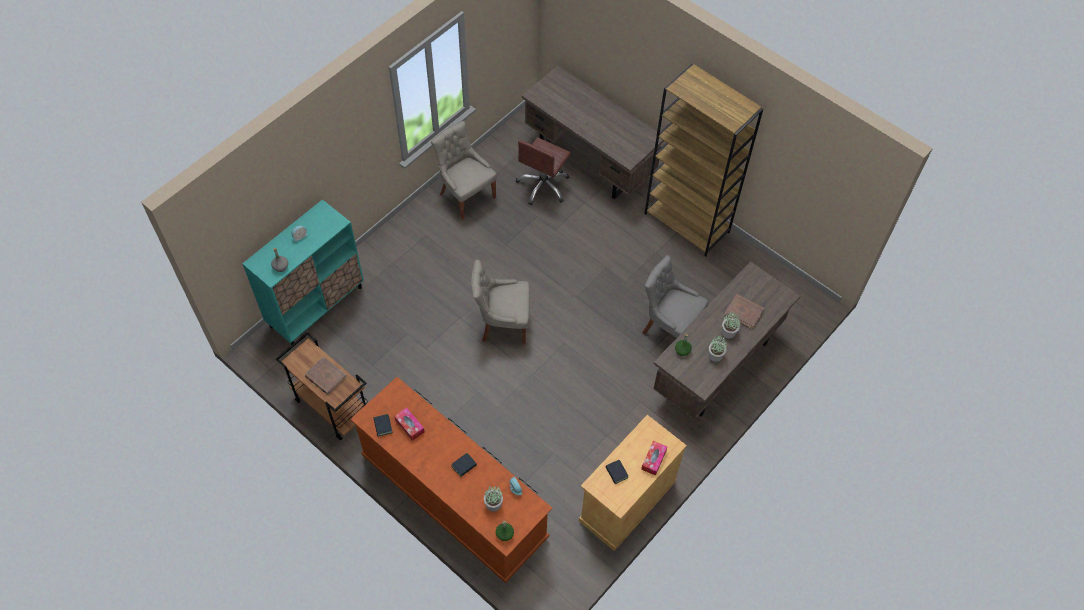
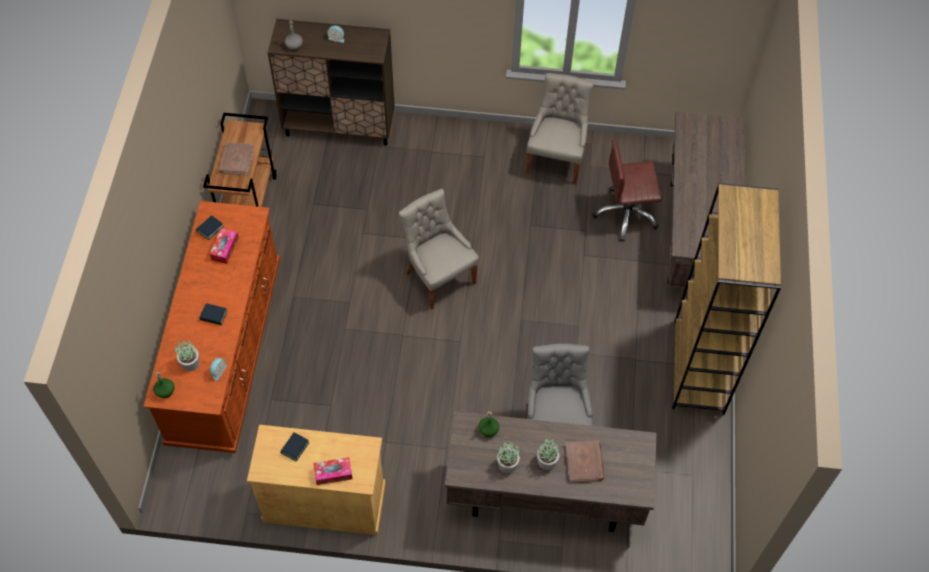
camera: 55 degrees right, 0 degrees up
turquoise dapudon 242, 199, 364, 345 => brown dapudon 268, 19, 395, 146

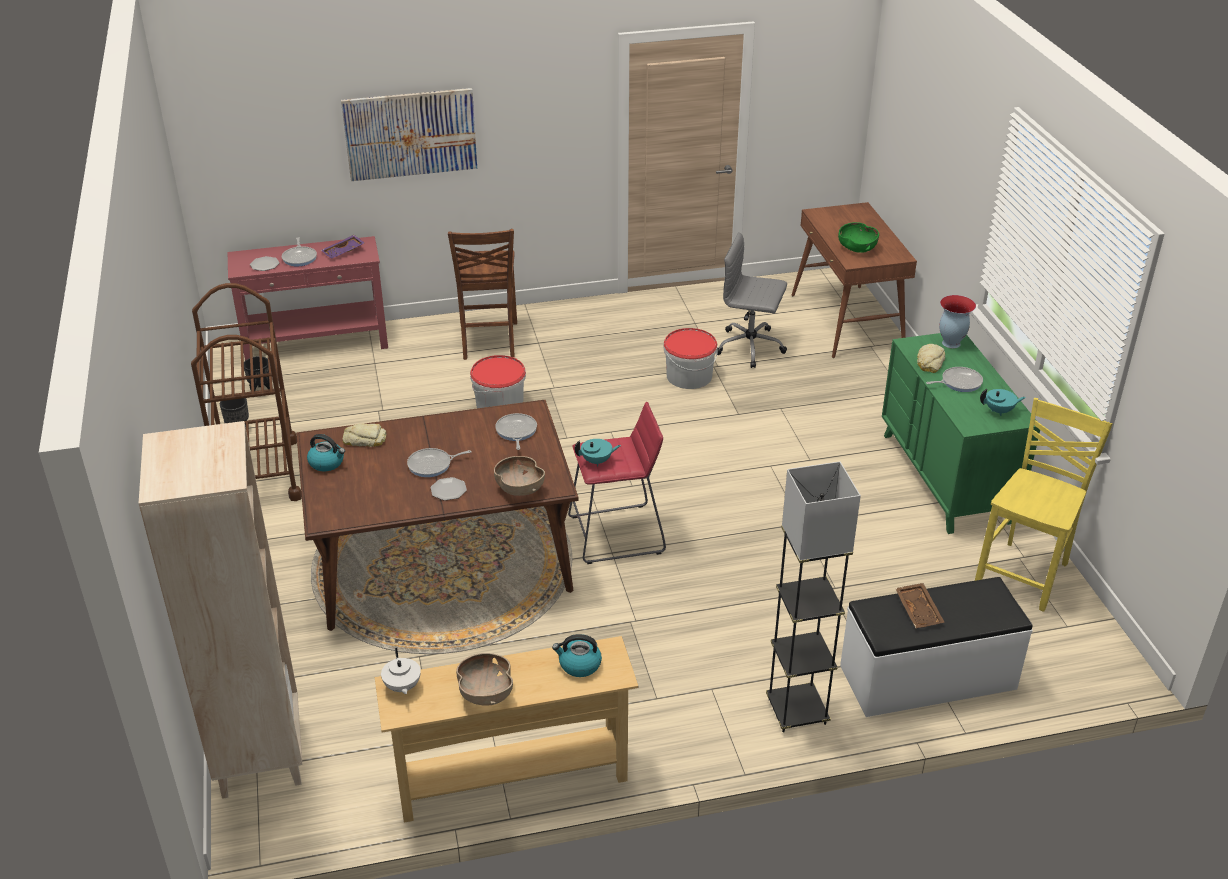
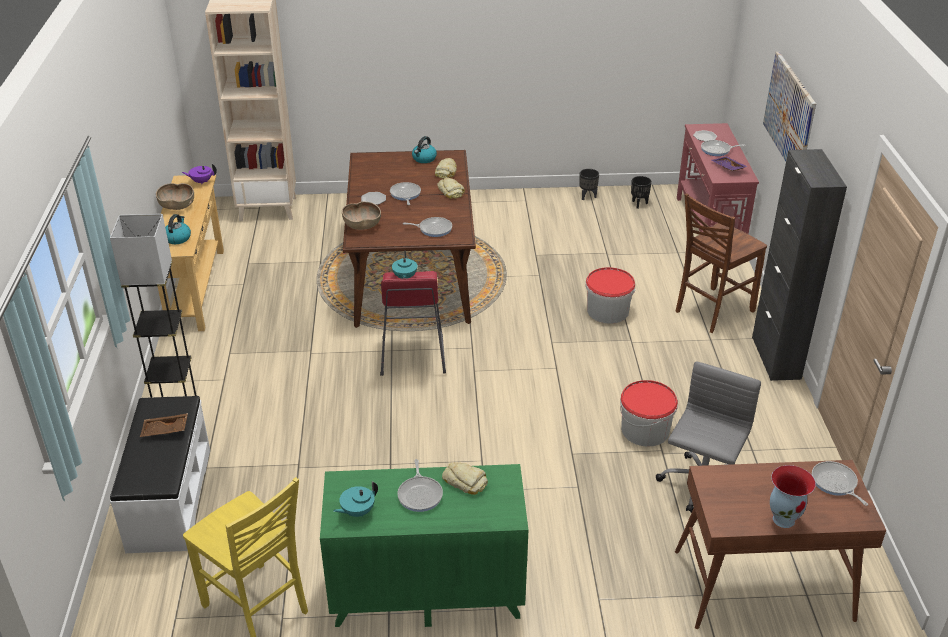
camera: 100 degrees right, 0 degrees up
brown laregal 191, 283, 302, 501 => nothing
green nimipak 838, 222, 879, 253 => nothing
nothing => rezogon 437, 177, 465, 199
nothing => black dapudon 752, 149, 847, 381
nothing => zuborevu 812, 461, 868, 506
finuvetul 939, 295, 976, 348 => finuvetul 770, 465, 816, 528, shifted
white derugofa 381, 647, 421, 694 => purple derugofa 182, 164, 217, 185
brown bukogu 448, 229, 517, 360 => brown bukogu 676, 193, 767, 333, 45 degrees counterclockwise
turquoise derugofa 980, 389, 1026, 416 => turquoise derugofa 333, 482, 378, 517, 45 degrees clockwise

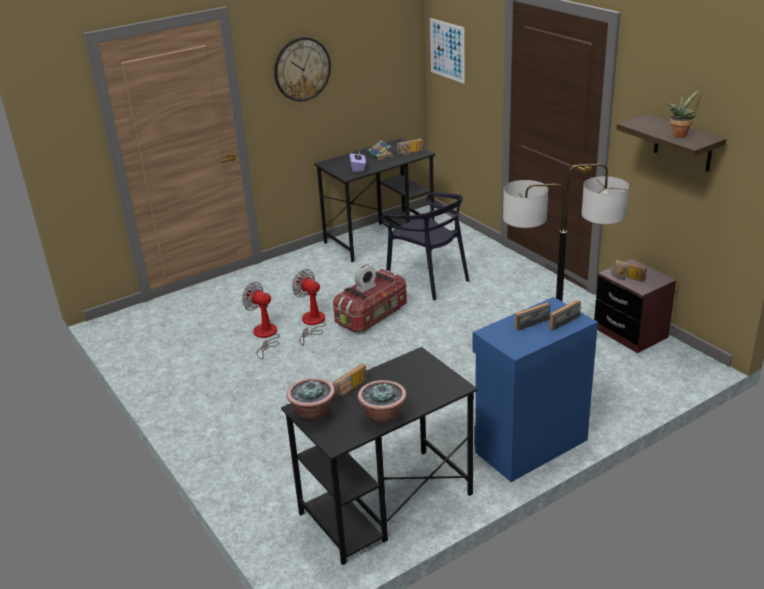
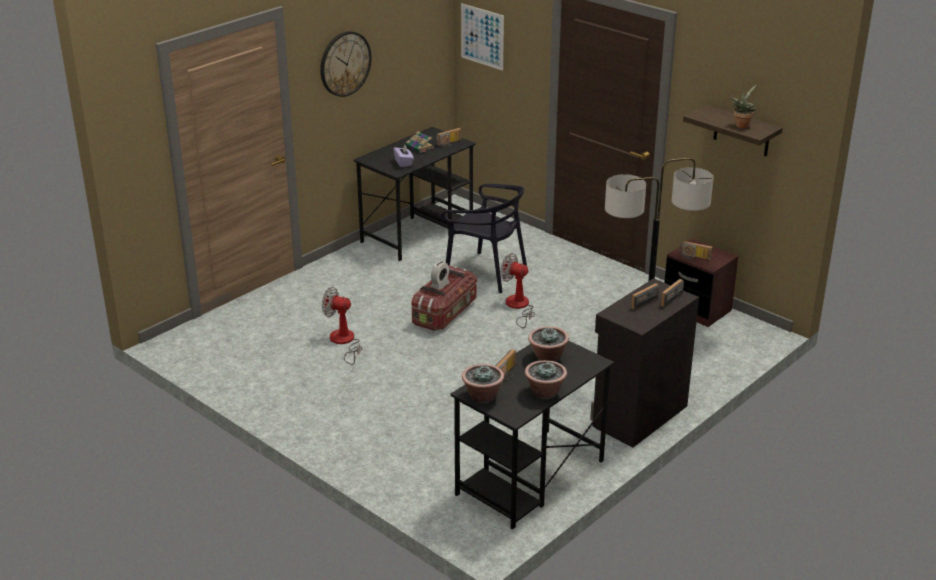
camera: 15 degrees left, 0 degrees up
nothing => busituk 528, 326, 569, 362
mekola 292, 269, 326, 346 => mekola 501, 253, 535, 328, shifted
blue dapudon 473, 297, 598, 482 => black dapudon 590, 278, 699, 447

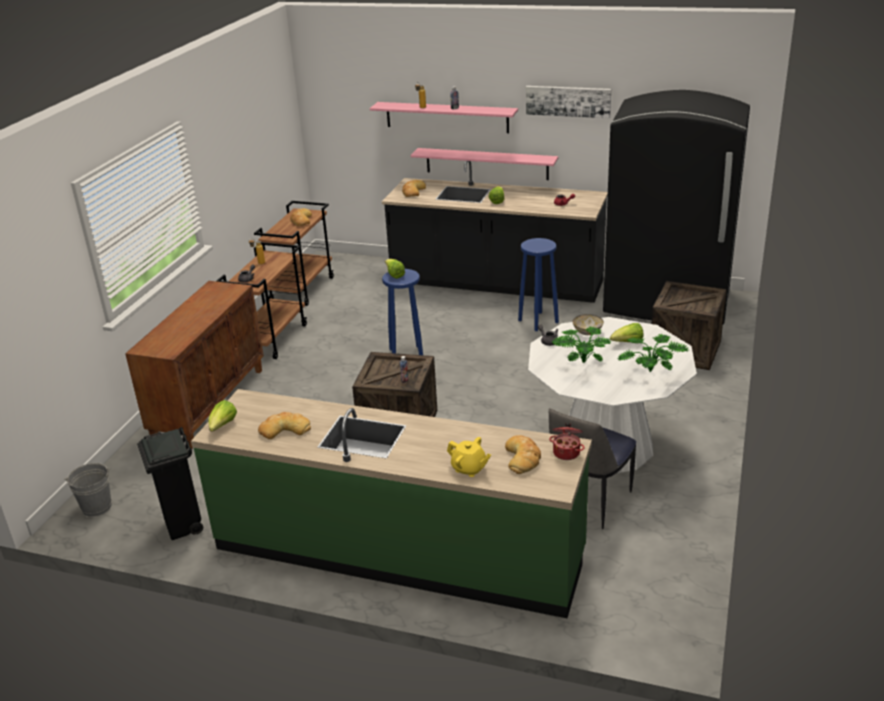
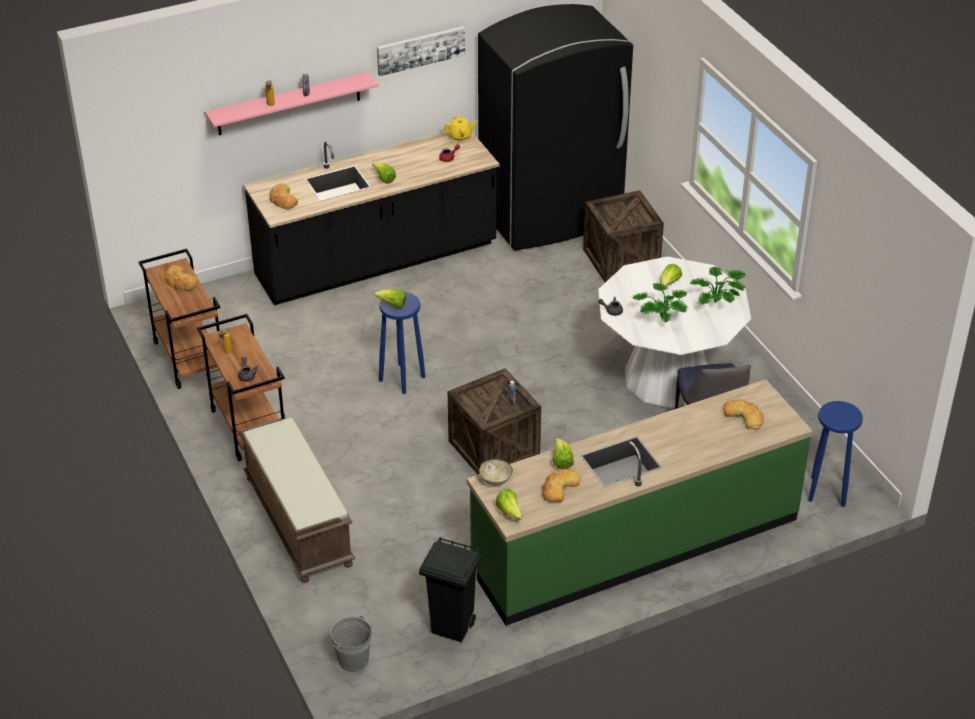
camera: 45 degrees left, 10 degrees up
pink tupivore 411, 148, 558, 180 => nothing
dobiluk 549, 423, 585, 460 => nothing
nothing => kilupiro 553, 438, 574, 469
yellow derugofa 447, 437, 491, 477 => yellow derugofa 444, 115, 477, 142, shifted
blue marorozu 518, 238, 559, 331 => blue marorozu 808, 401, 863, 507, shifted
nimipak 572, 314, 604, 335 => nimipak 479, 459, 513, 486, shifted
brown dapudon 125, 281, 264, 449 => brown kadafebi 239, 417, 355, 582

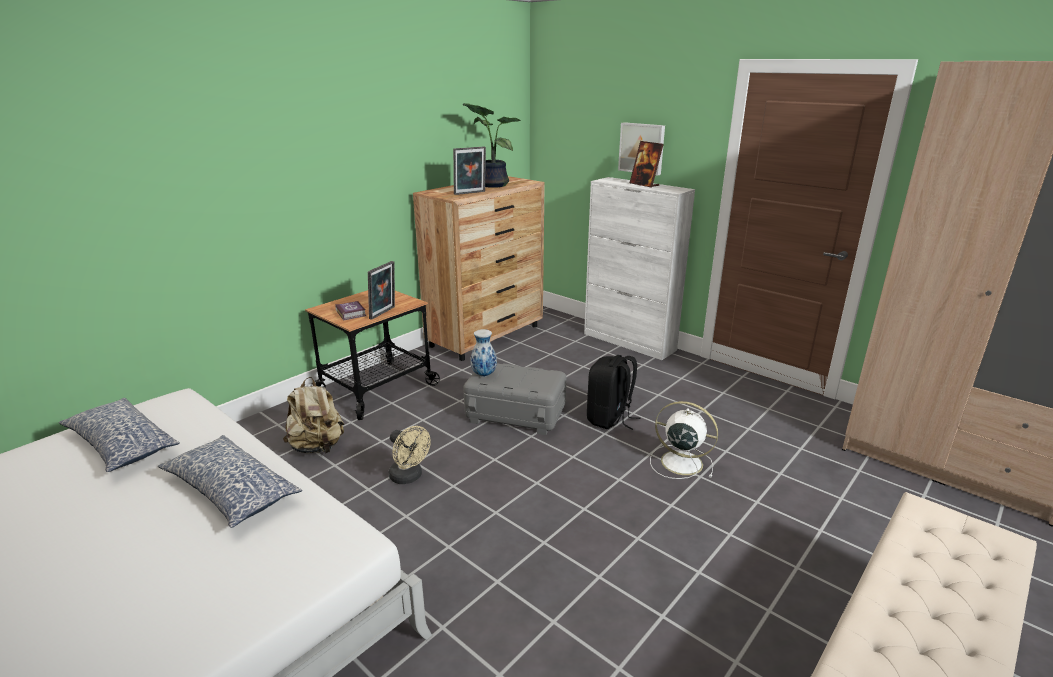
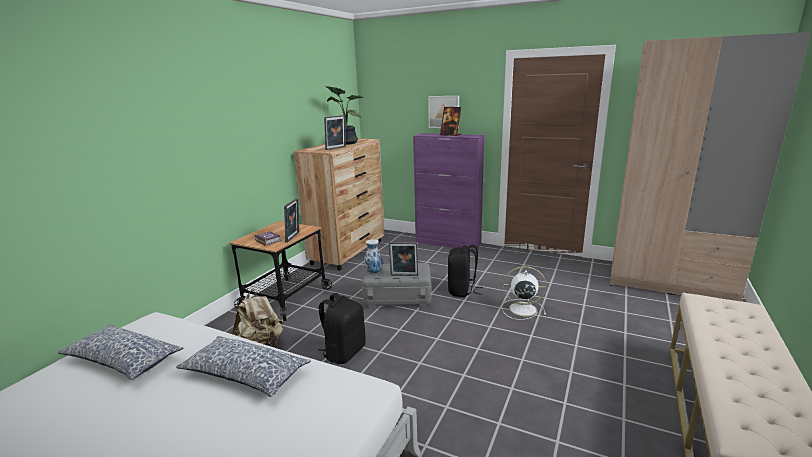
camera: 15 degrees left, 5 degrees down
nothing => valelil 389, 242, 418, 276
beige mekola 389, 426, 431, 484 => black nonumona 318, 293, 366, 364
white dapudon 584, 177, 695, 360 => purple dapudon 413, 133, 484, 251

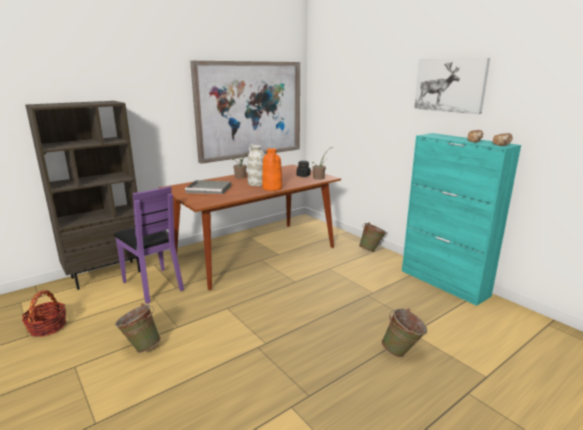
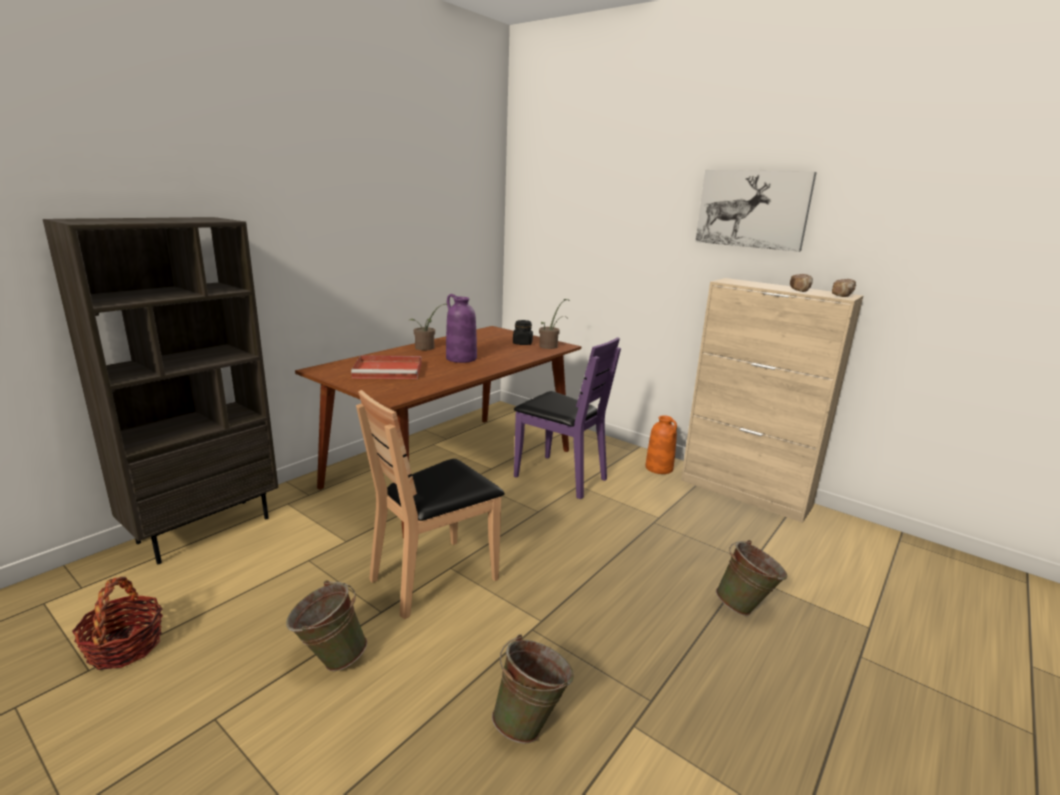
camera: 15 degrees left, 0 degrees up
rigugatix 190, 61, 300, 164 => nothing
nothing => brown bukogu 356, 390, 505, 619
purple bukogu 114, 186, 184, 304 => purple bukogu 514, 337, 621, 499, shifted
orange finuvetul 262, 148, 282, 191 => orange finuvetul 645, 415, 677, 474, shifted
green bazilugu 359, 222, 386, 252 => green bazilugu 492, 634, 574, 744, shifted
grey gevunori 185, 180, 231, 195 => red gevunori 351, 355, 422, 379
white finuvetul 248, 144, 265, 186 => purple finuvetul 446, 294, 477, 363
turquoise dapudon 402, 133, 521, 306 => beige dapudon 681, 278, 863, 523

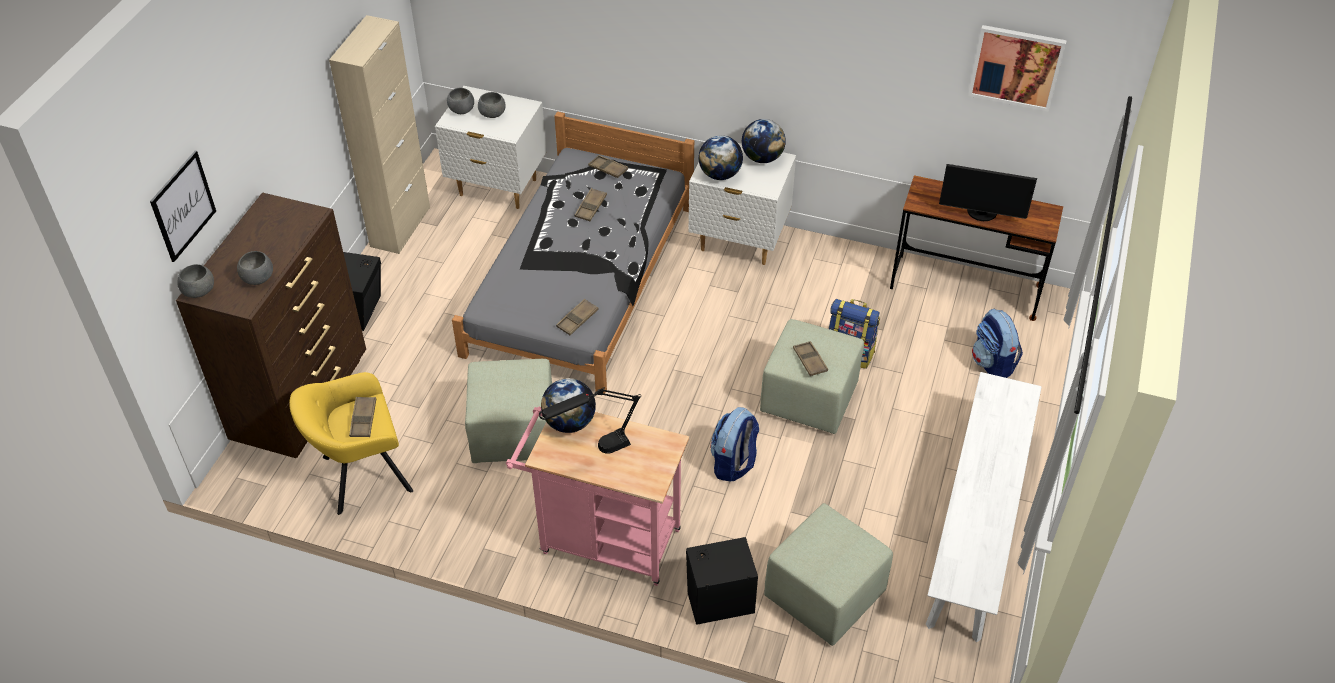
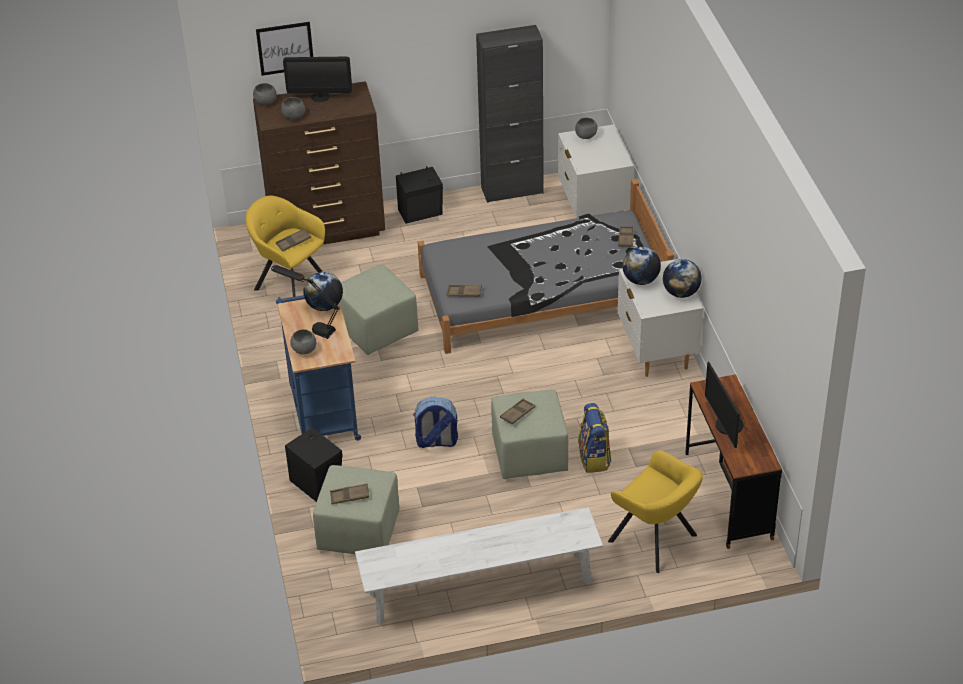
camera: 60 degrees right, 5 degrees down
rigugatix 968, 25, 1067, 112 => nothing
nothing => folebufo 283, 57, 352, 102
grey nimipak 478, 92, 506, 118 => grey nimipak 290, 329, 316, 355, shifted
brown gevunori 575, 188, 607, 221 => brown gevunori 330, 483, 369, 504, shifted
nonumona 972, 308, 1023, 378 => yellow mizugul 608, 451, 703, 573
beige dapudon 329, 15, 430, 254 => black dapudon 476, 25, 544, 203
pink laregal 506, 407, 689, 586 => blue laregal 276, 295, 361, 441

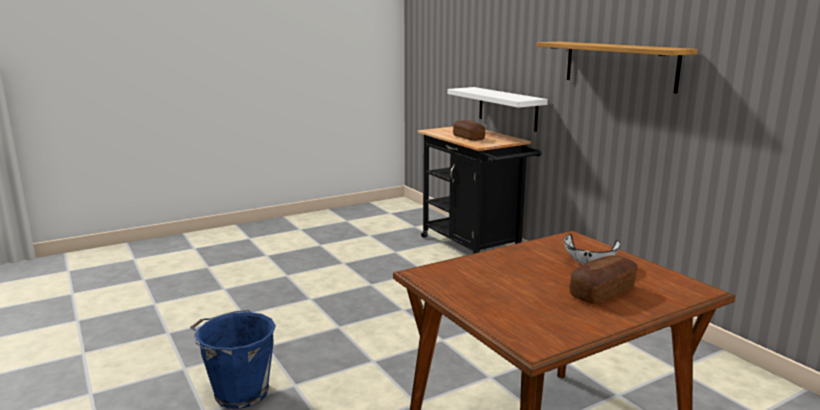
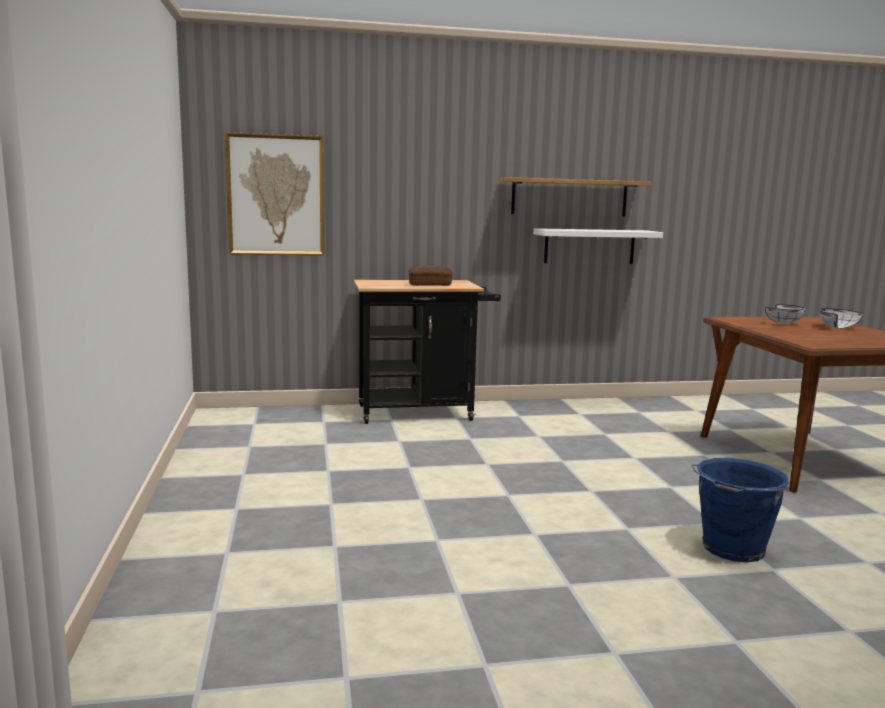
camera: 70 degrees left, 5 degrees down
nothing => rigugatix 225, 132, 324, 256
white tupivore 447, 87, 548, 132 => white tupivore 533, 228, 663, 264, shifted
rezogon 570, 255, 638, 304 => white nimipak 818, 308, 863, 329

